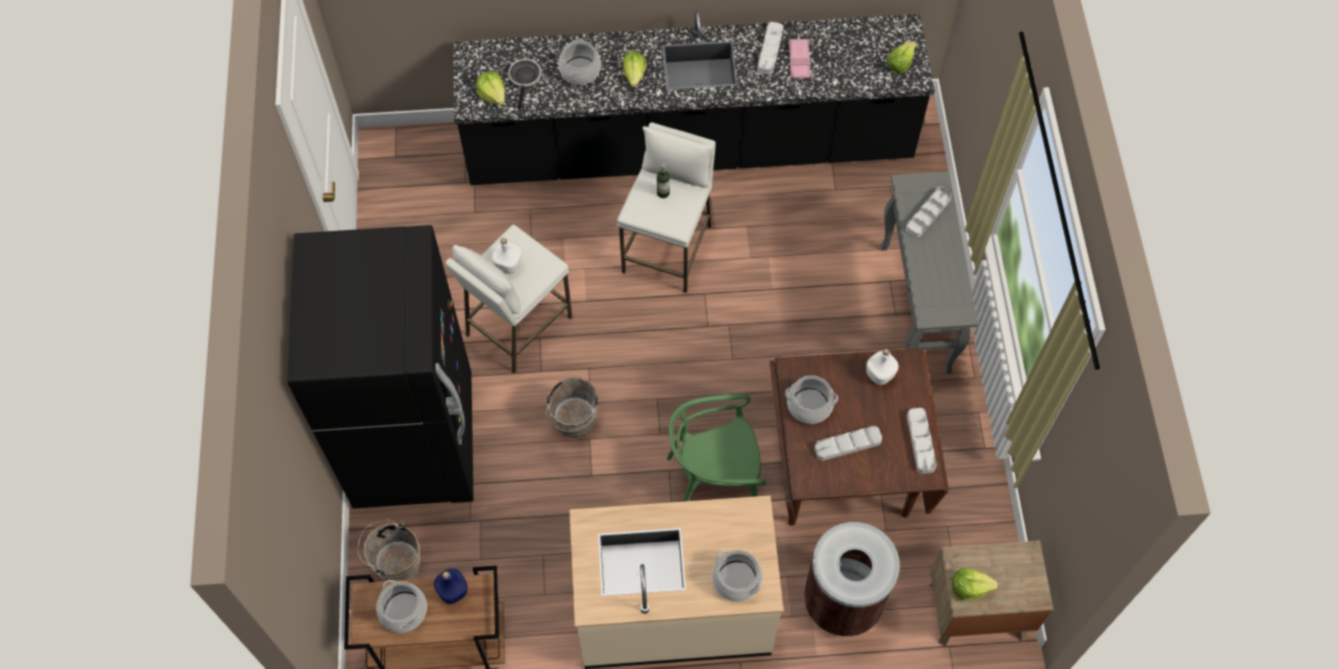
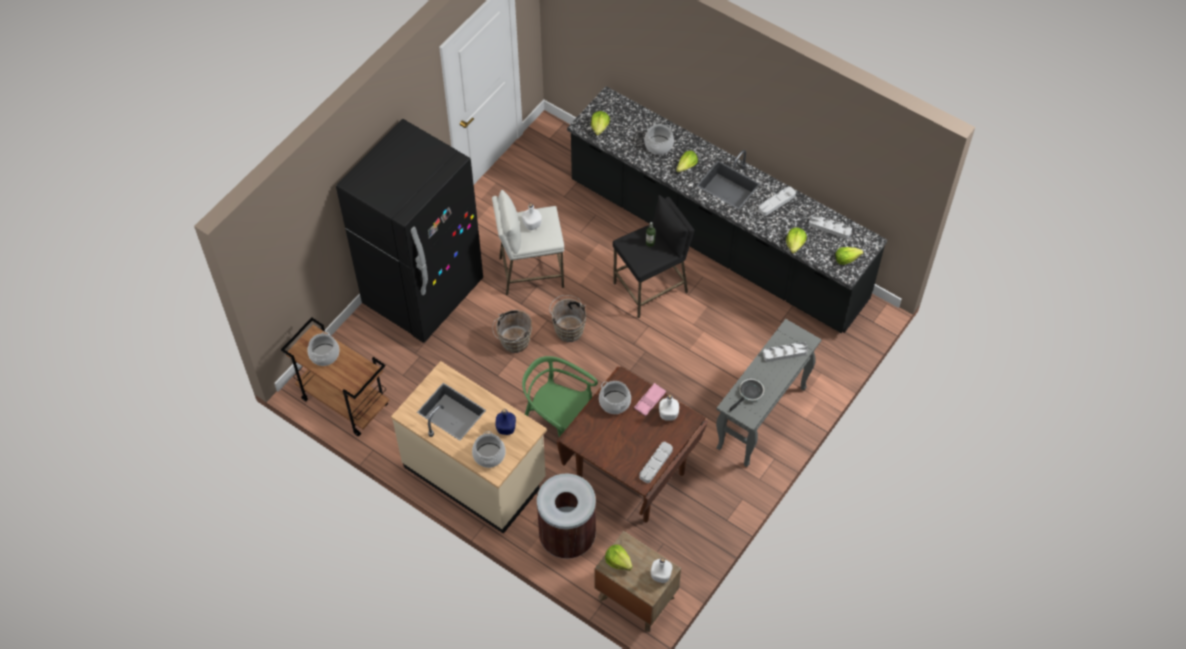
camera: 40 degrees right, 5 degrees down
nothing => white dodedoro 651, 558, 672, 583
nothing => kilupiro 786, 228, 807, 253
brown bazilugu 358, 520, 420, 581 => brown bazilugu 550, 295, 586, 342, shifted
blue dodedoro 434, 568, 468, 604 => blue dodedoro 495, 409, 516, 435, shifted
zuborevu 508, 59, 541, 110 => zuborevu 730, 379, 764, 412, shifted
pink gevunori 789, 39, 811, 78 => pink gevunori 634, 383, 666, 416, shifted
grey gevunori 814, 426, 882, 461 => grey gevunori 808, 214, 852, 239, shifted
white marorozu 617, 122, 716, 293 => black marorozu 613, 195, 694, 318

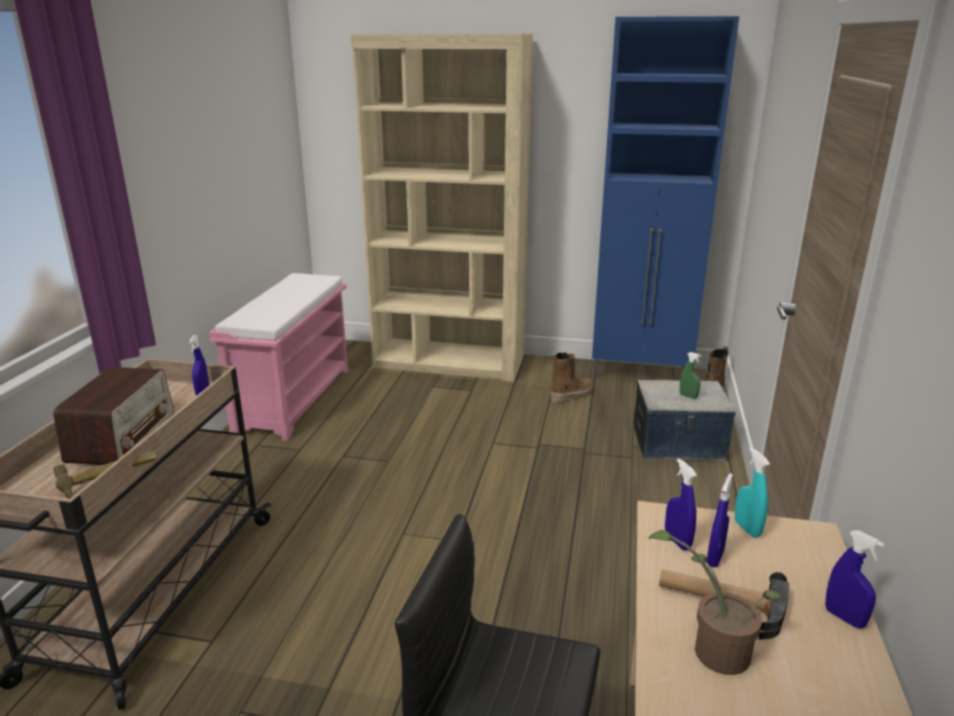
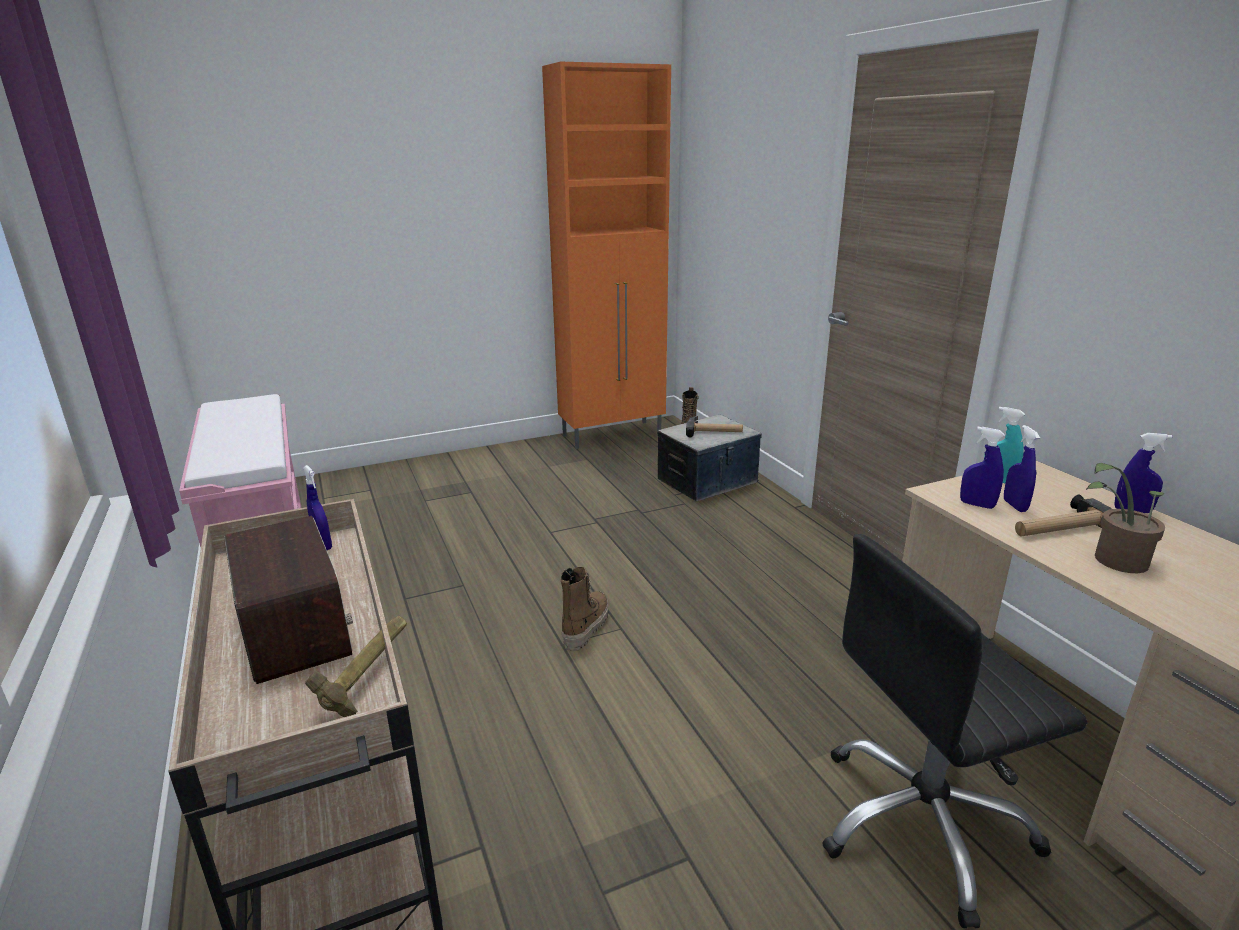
camera: 35 degrees left, 0 degrees up
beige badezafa 351, 34, 533, 382 => nothing
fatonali 550, 352, 593, 403 => fatonali 561, 567, 608, 651, shifted
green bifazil 680, 352, 702, 399 => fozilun 686, 416, 743, 437
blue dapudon 592, 16, 739, 378 => orange dapudon 542, 62, 671, 449

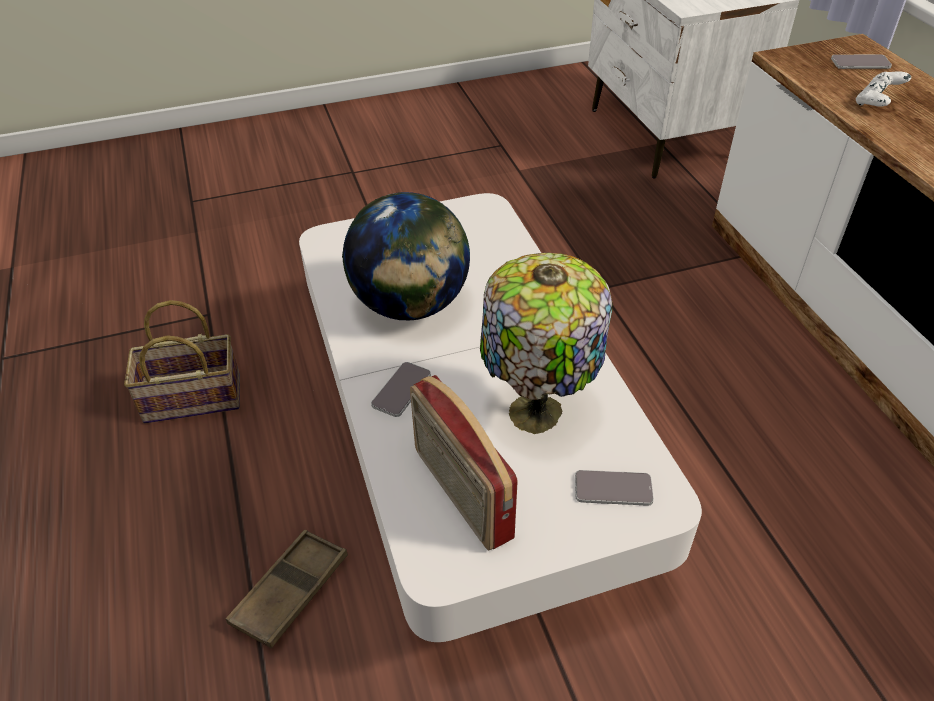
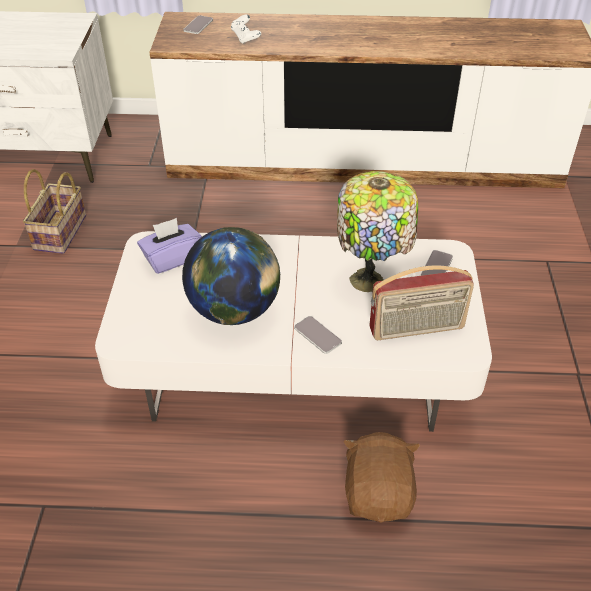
camera: 70 degrees left, 0 degrees up
nothing => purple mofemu 137, 218, 202, 274
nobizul 124, 300, 240, 423 => nobizul 23, 169, 86, 254, shifted
brown gevunori 226, 530, 348, 649 => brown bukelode 343, 432, 420, 523

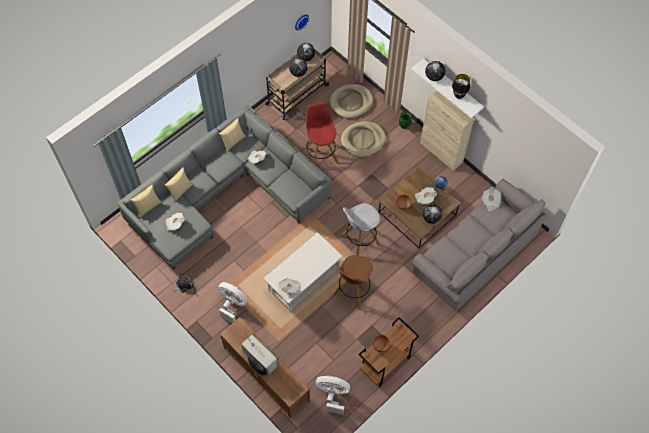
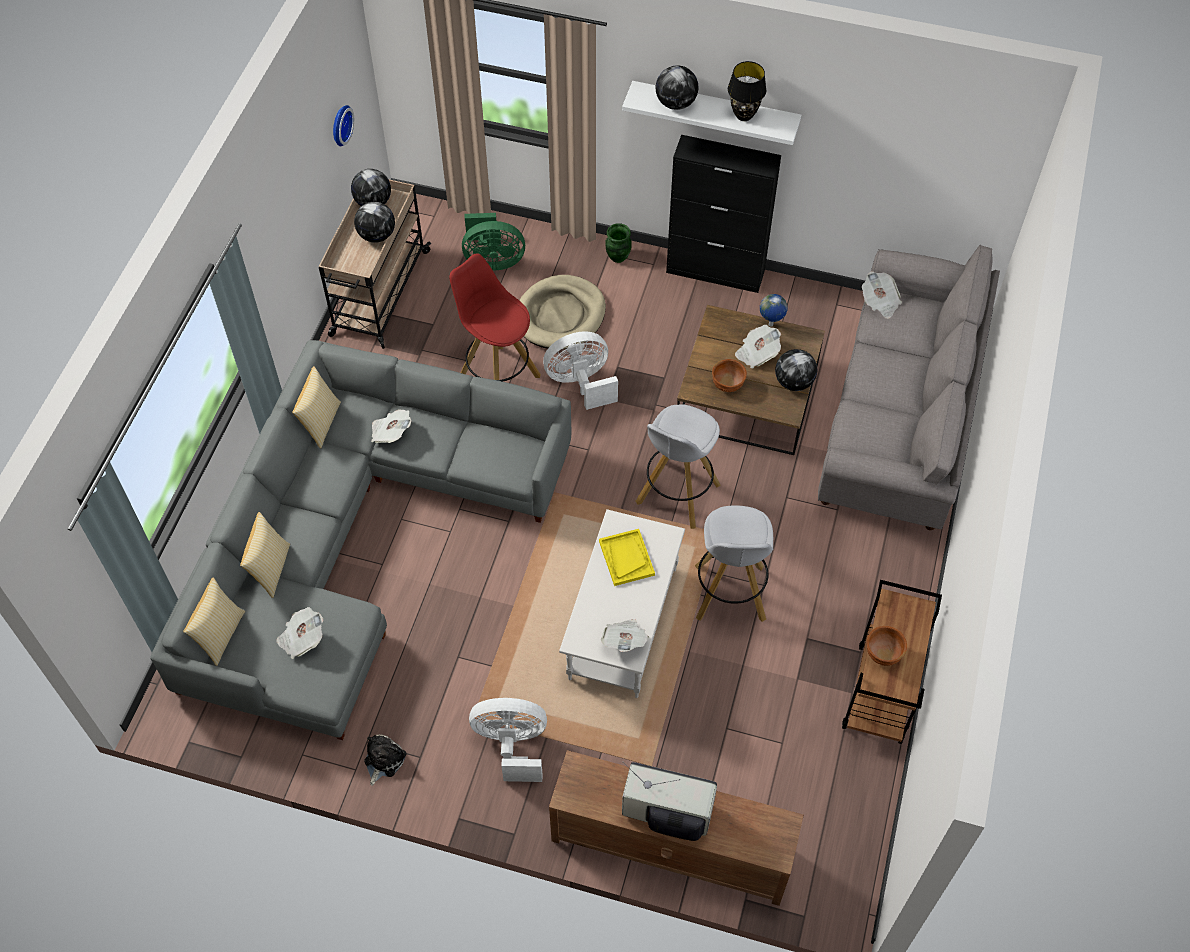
camera: 30 degrees left, 5 degrees down
nothing => yellow gevunori 599, 529, 655, 586
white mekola 316, 376, 350, 415 => white mekola 543, 331, 618, 410, shifted
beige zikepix 329, 84, 373, 118 => green mekola 462, 213, 525, 270
brown marorozu 334, 255, 374, 310 => white marorozu 695, 505, 773, 622
beige dapudon 420, 91, 474, 171 => black dapudon 666, 135, 781, 293

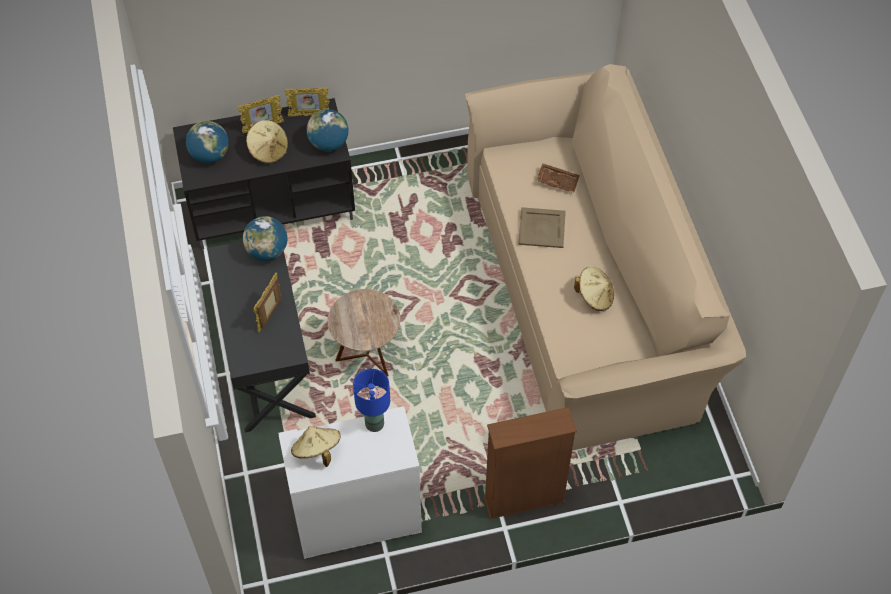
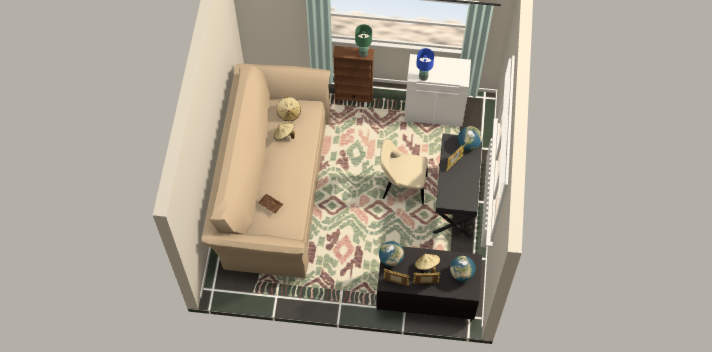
camera: 160 degrees left, 5 degrees up
beige gevunori 518, 207, 566, 248 => nothing
nothing => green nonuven 355, 24, 372, 57
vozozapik 243, 216, 287, 261 => vozozapik 458, 126, 482, 150, shifted
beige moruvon 291, 426, 341, 467 => beige moruvon 277, 96, 301, 121, shifted
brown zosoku 328, 289, 400, 377 => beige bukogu 380, 139, 428, 205

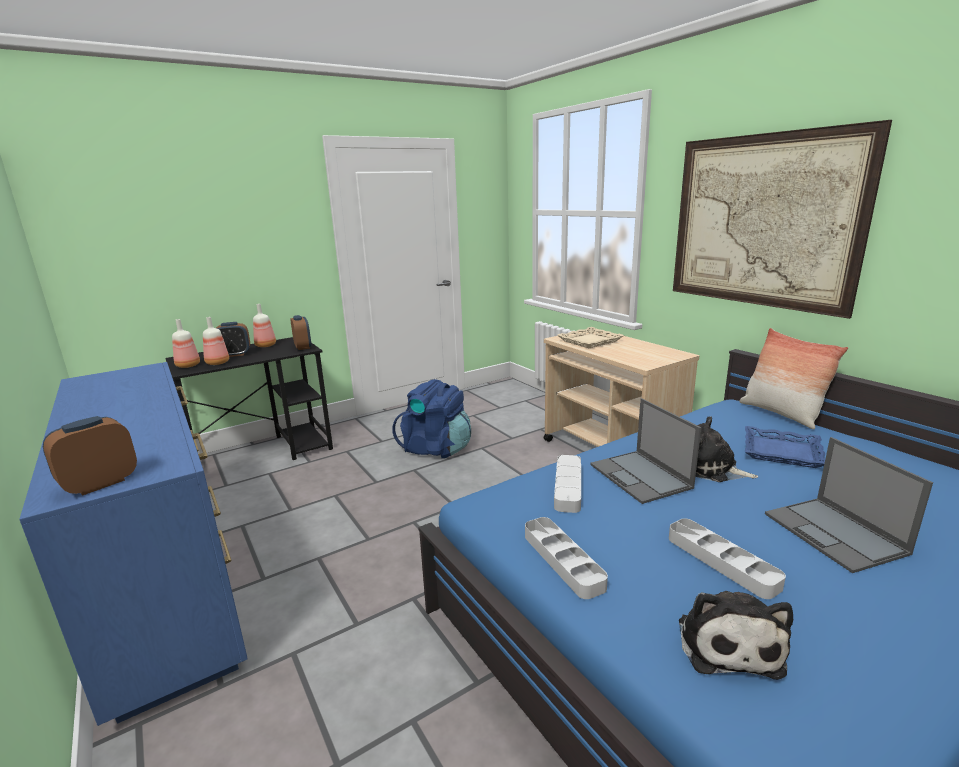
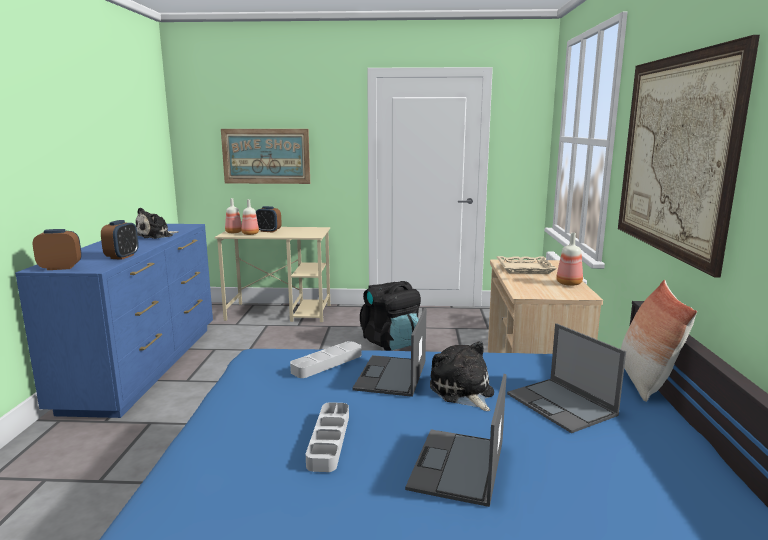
camera: 35 degrees right, 5 degrees down
grey gevunori 525, 517, 608, 599 => nothing
nothing => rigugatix 221, 129, 310, 184
dodedoro 253, 304, 276, 347 => dodedoro 556, 233, 583, 286, shifted
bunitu 290, 315, 311, 350 => bunitu 101, 220, 139, 260, shifted
bukelode 679, 591, 793, 680 => bukelode 136, 208, 178, 239, shifted
blue gevunori 745, 426, 825, 468 => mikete 507, 323, 626, 433
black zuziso 165, 337, 333, 460 => beige zuziso 215, 227, 330, 322
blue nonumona 392, 379, 471, 458 => black nonumona 360, 281, 421, 351

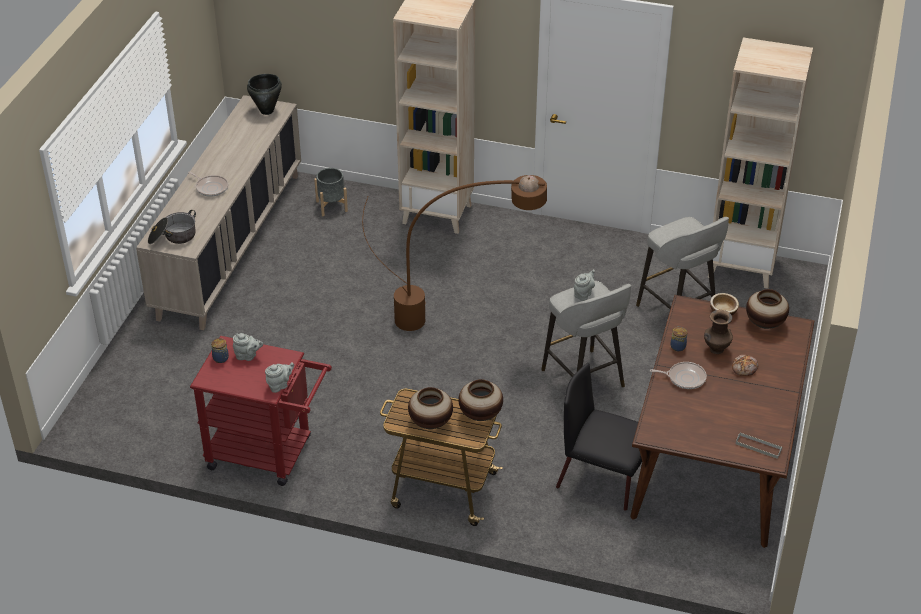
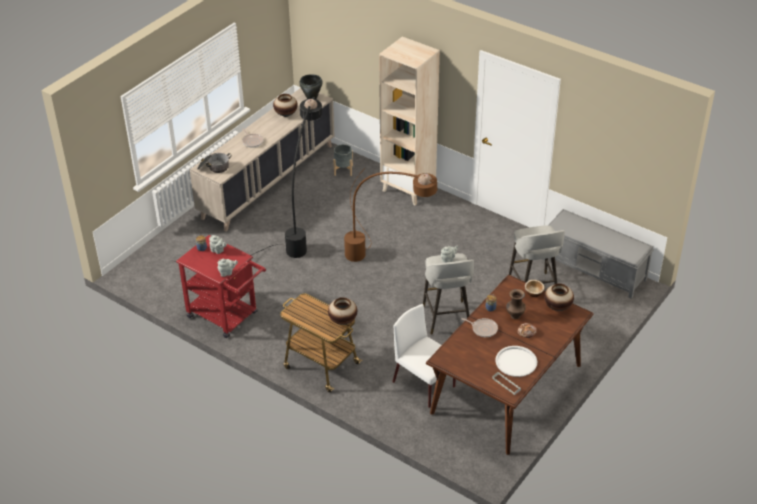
camera: 20 degrees right, 0 degrees up
nothing => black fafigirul 174, 97, 322, 262
nothing => white gevunori 495, 346, 537, 377
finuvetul 408, 387, 453, 429 => finuvetul 273, 94, 298, 117, shifted
beige badezafa 707, 37, 813, 289 => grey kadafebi 543, 209, 654, 299
black bukogu 556, 363, 642, 511 => white bukogu 392, 304, 456, 408

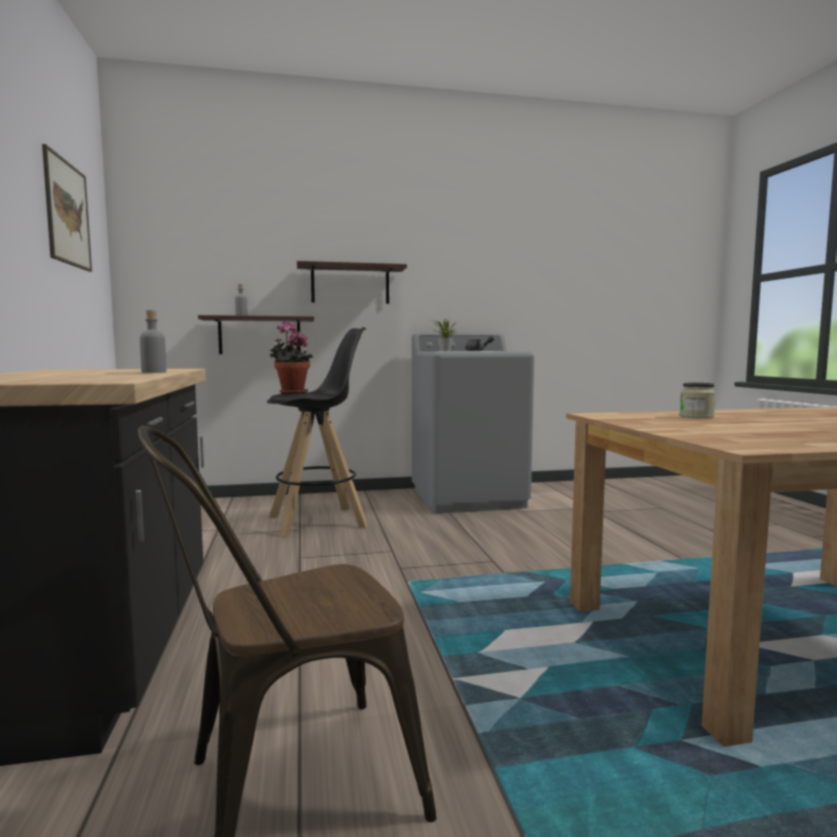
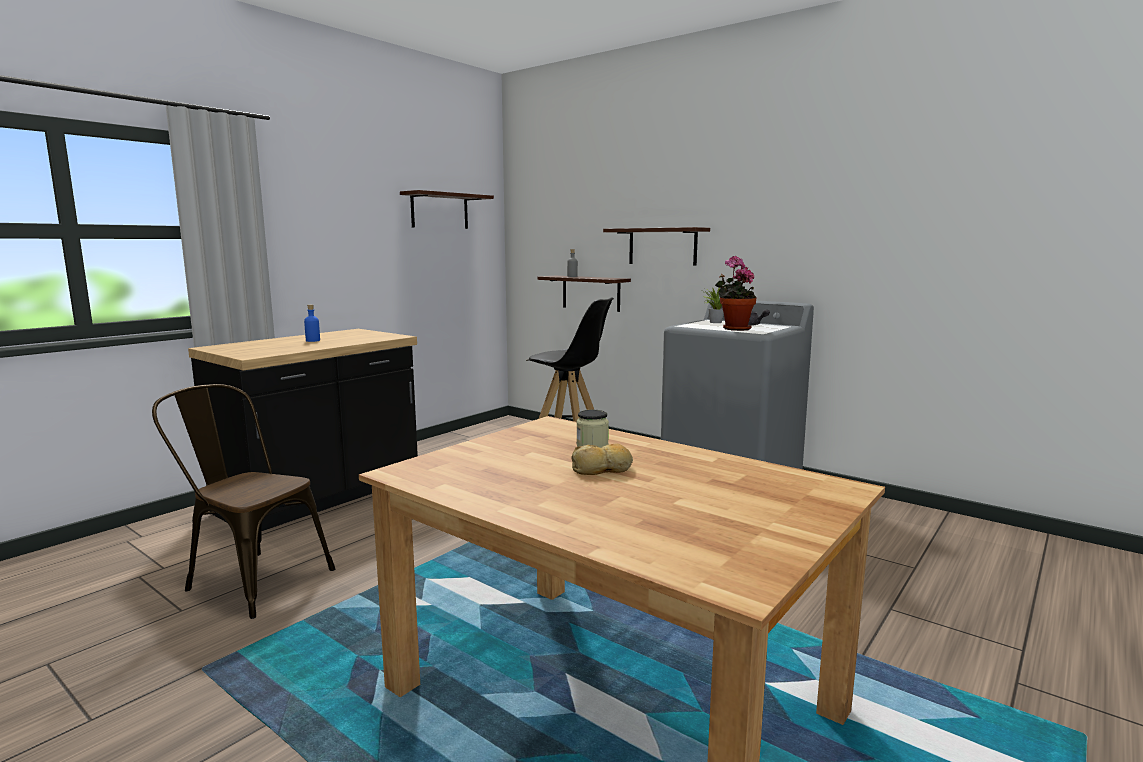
camera: 50 degrees right, 5 degrees up
grey dodedoro 140, 310, 166, 373 => nothing
nothing => blue dodedoro 304, 304, 320, 342
nothing => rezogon 572, 443, 633, 475
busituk 270, 320, 313, 394 => busituk 715, 256, 757, 331, shifted
rigugatix 42, 144, 92, 272 => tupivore 400, 190, 494, 229

